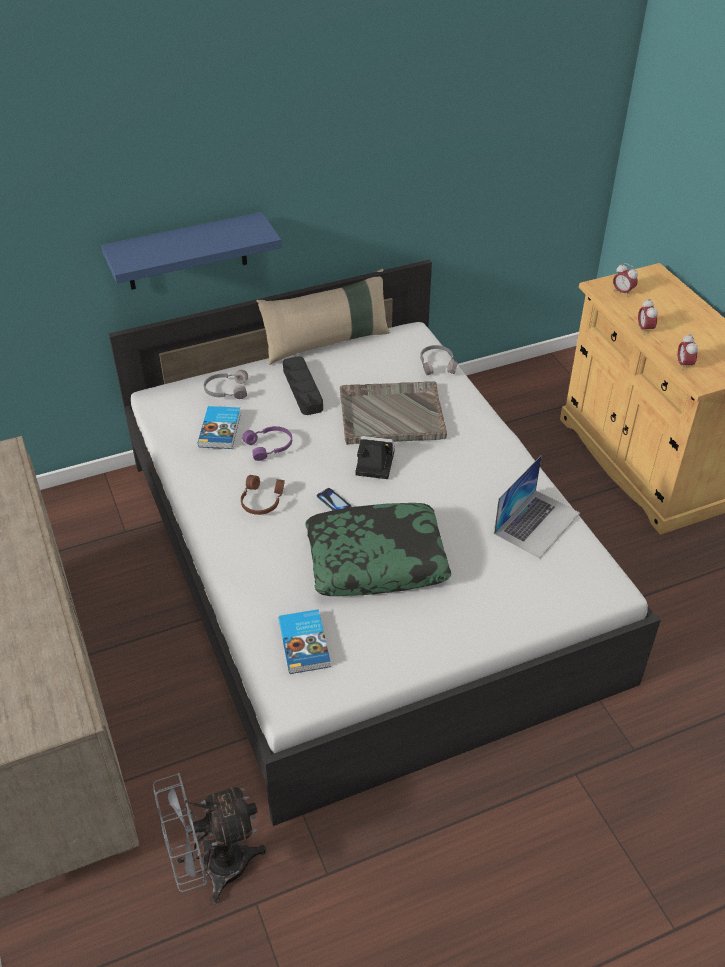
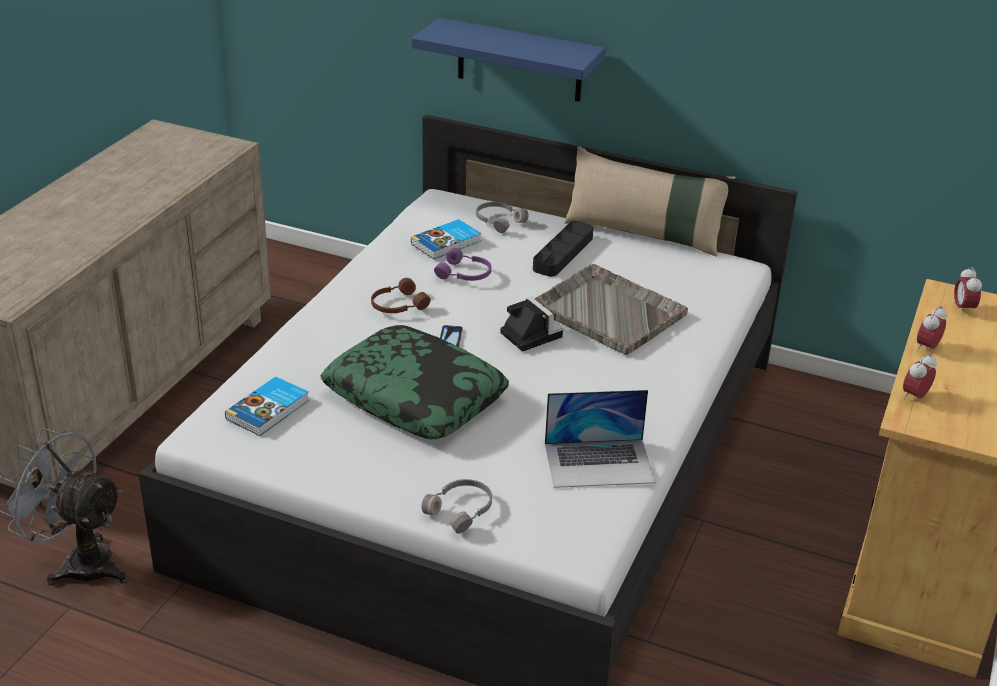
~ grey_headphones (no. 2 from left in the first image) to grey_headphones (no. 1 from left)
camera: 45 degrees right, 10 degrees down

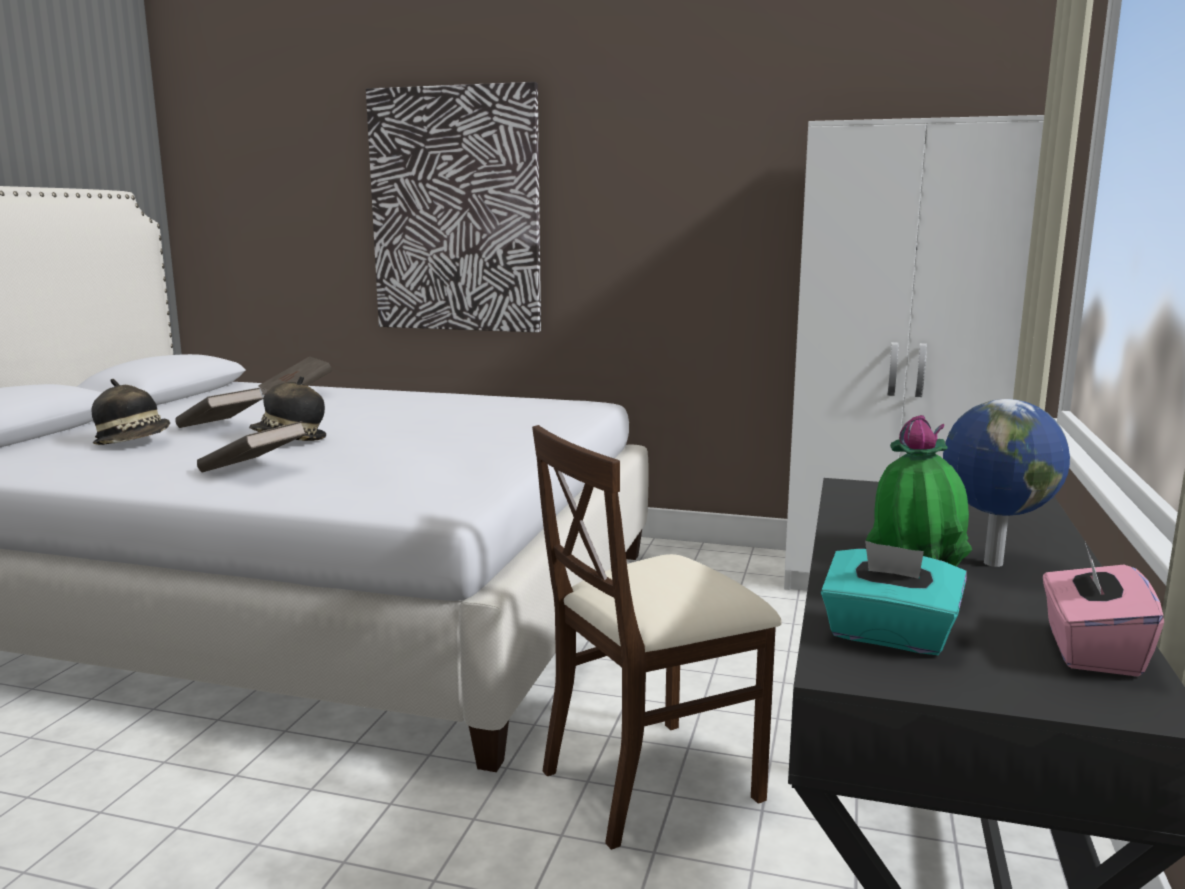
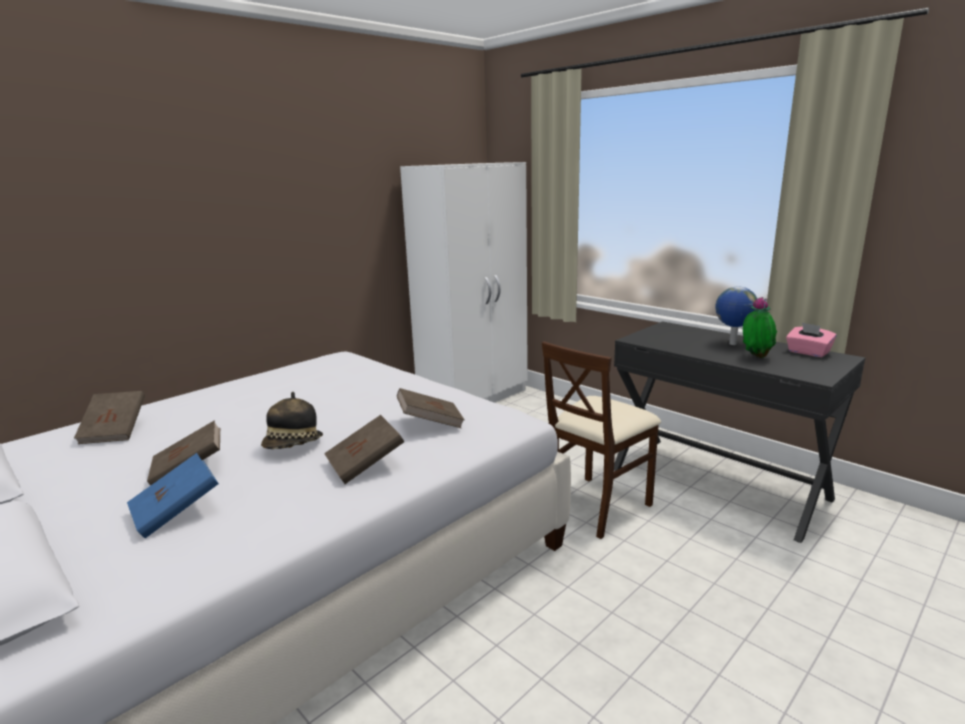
- picture
- turquoise_tissue_box
+ brown_book (no. 4 from left)
~ hat (no. 1 from left) to blue_book
~ beige_chair 45 degrees clockwise
camera: 60 degrees left, 5 degrees up

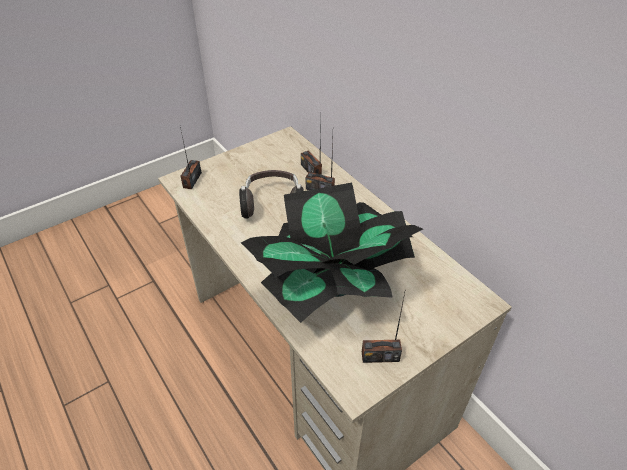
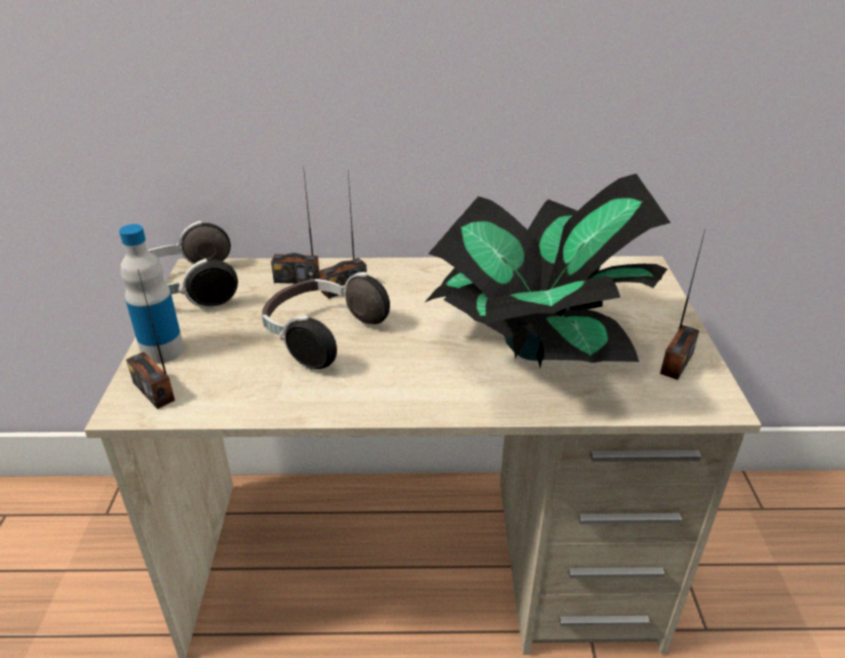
+ bottle
+ headphones (no. 1 from left)
camera: 55 degrees left, 10 degrees down

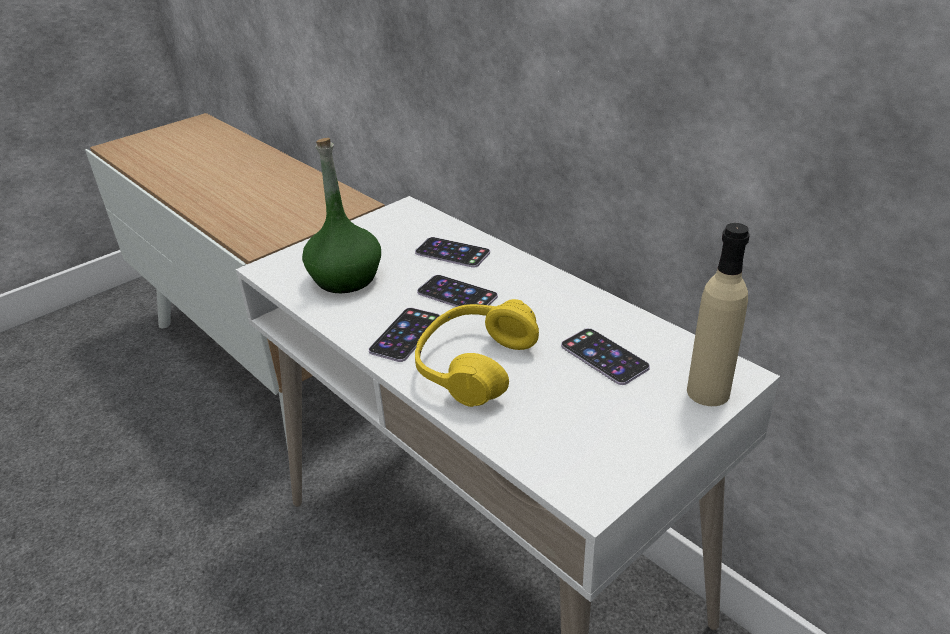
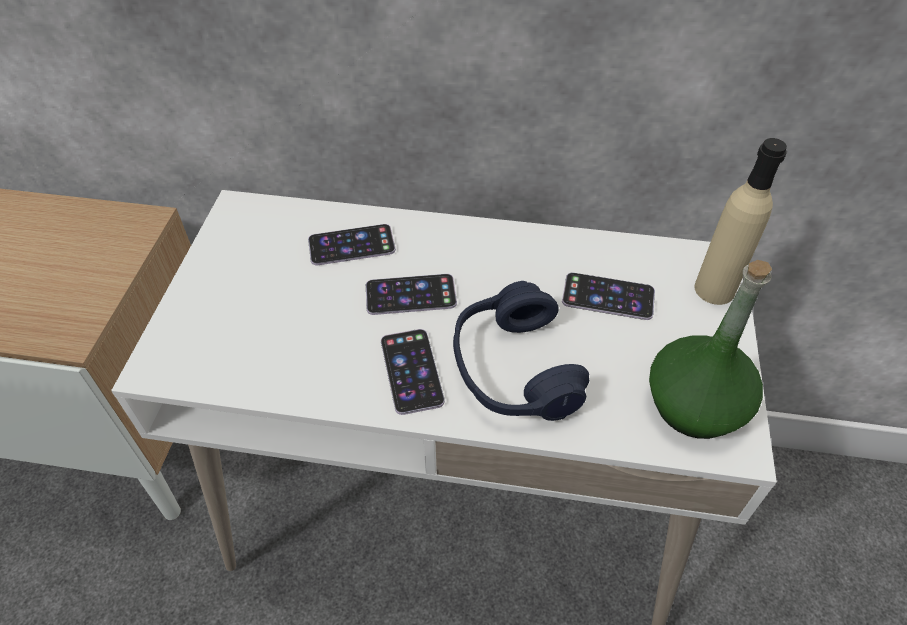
~ green_bottle
~ yellow_headphones to blue_headphones
camera: 40 degrees left, 15 degrees up

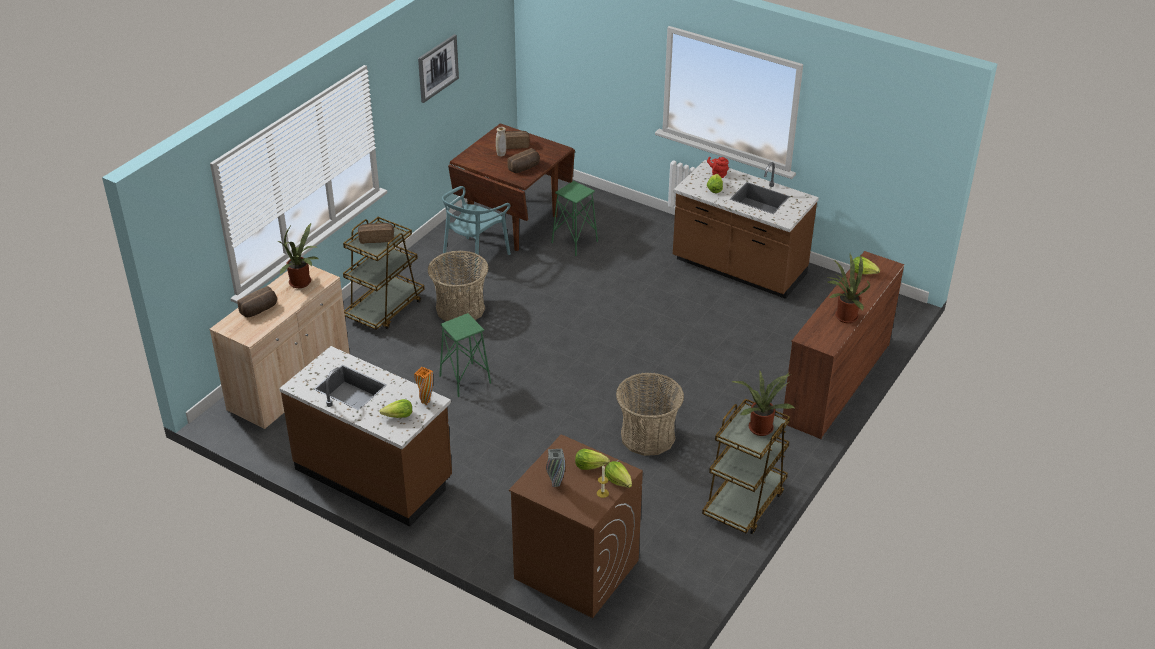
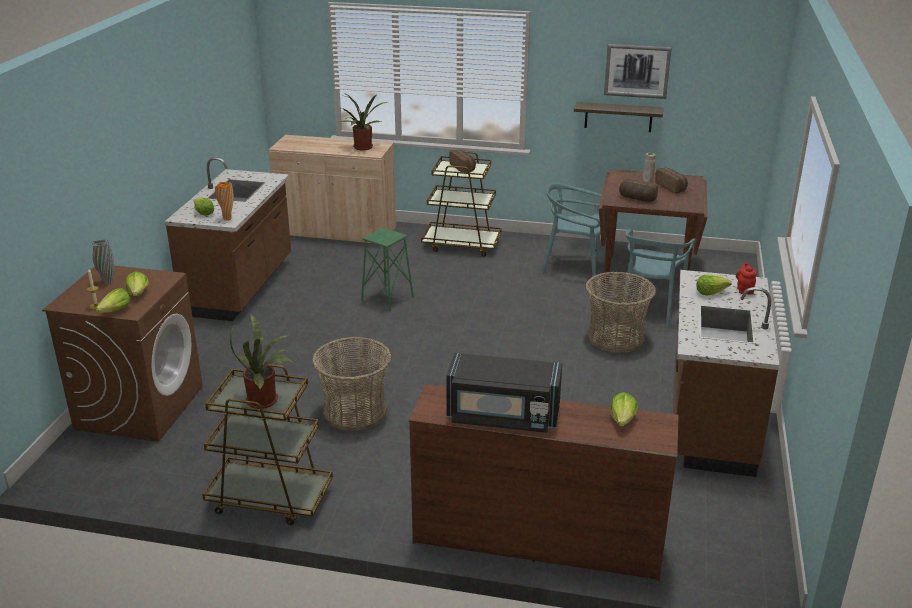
- bread (no. 1 from left)
+ shelf
~ basket (no. 1 from left in the first image) to basket (no. 2 from left)
~ green_stool (no. 2 from left) to turquoise_chair (no. 2 from left)
~ potted_plant (no. 3 from left) to black_microwave
camera: 70 degrees right, 10 degrees down

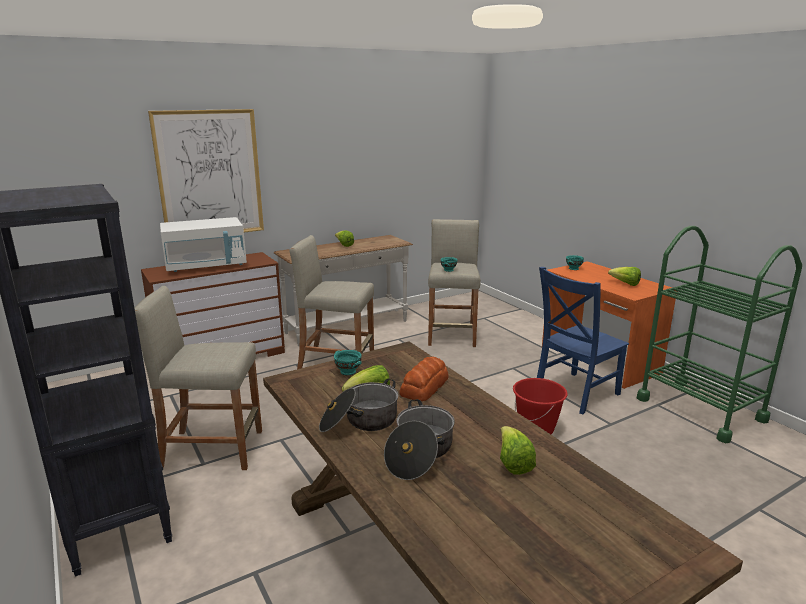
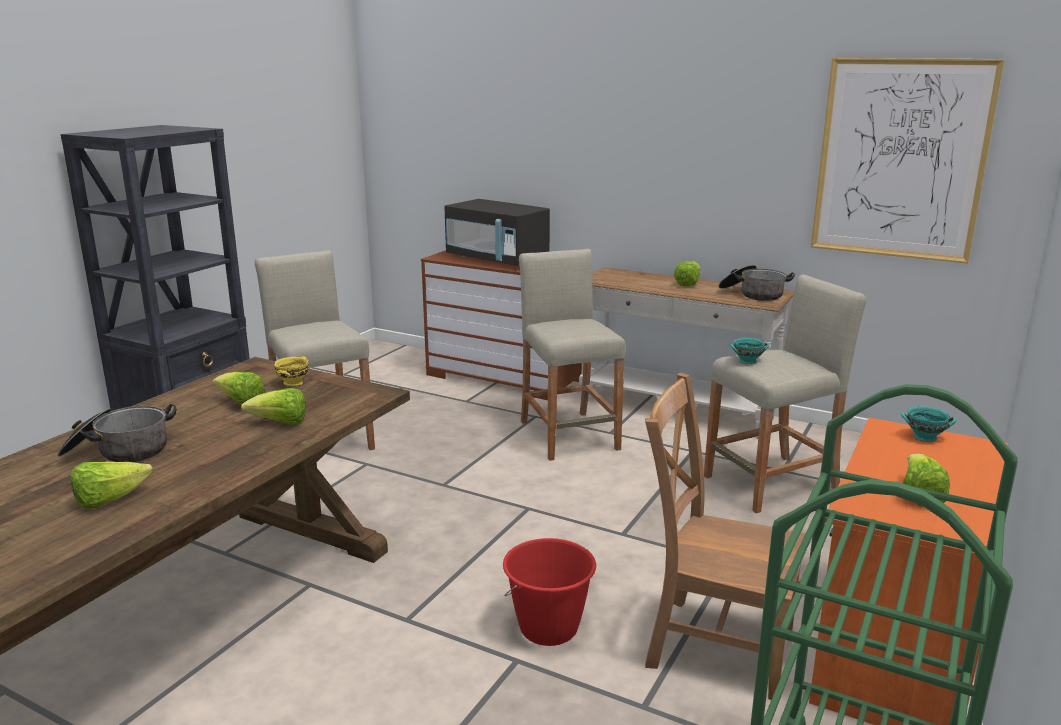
~ picture
~ cooking_pot (no. 1 from left in the first image) to cooking_pot (no. 2 from left)
~ bread to lettuce (no. 3 from left)
~ white_microwave to black_microwave
~ turquoise_bowl (no. 1 from left) to yellow_bowl
~ blue_chair to brown_chair
camera: 60 degrees right, 0 degrees up

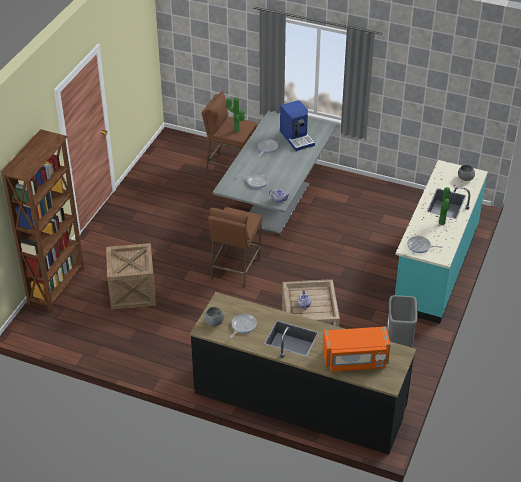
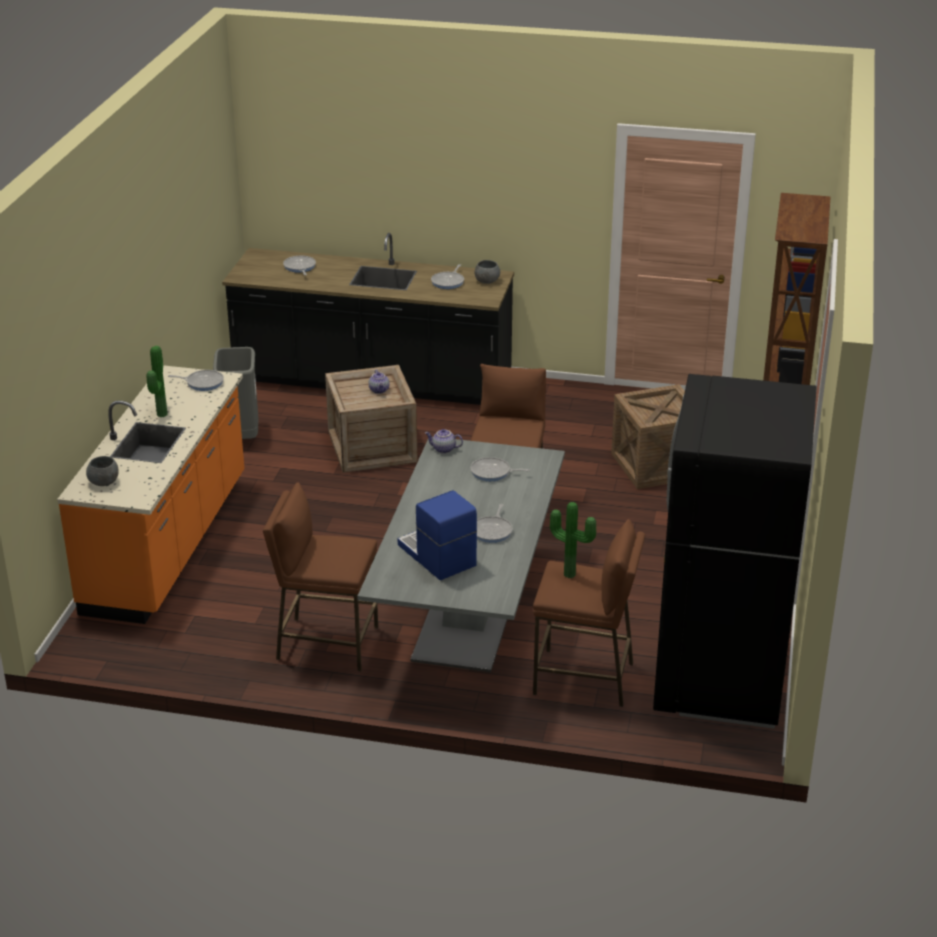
+ brown_stool (no. 1 from left)
+ black_fridge
~ orange_microwave to frying_pan (no. 2 from left)
~ turquoise_counter to orange_counter
camera: 170 degrees right, 10 degrees down

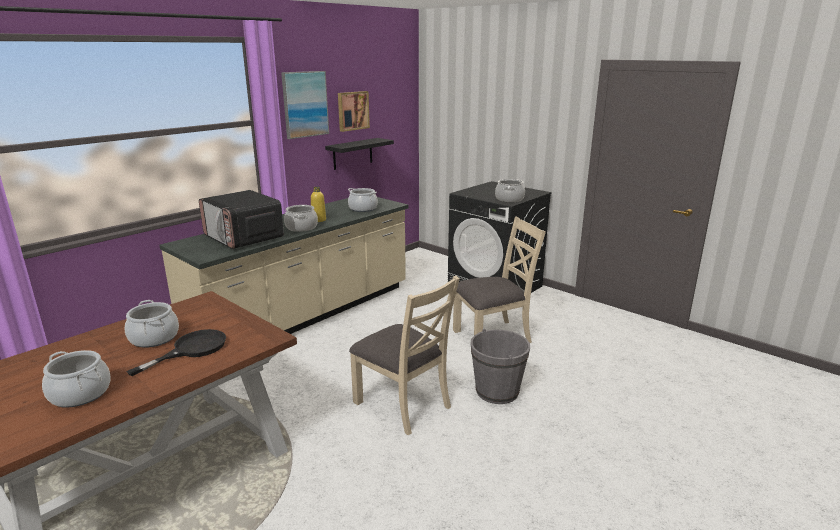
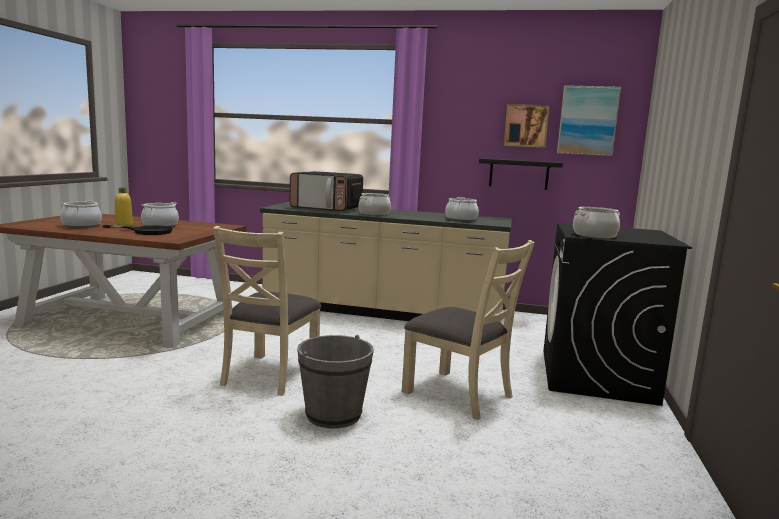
~ picture (no. 1 from left in the first image) to picture (no. 2 from left)
~ yellow_bottle
~ microwave 90 degrees counterclockwise
camera: 60 degrees right, 10 degrees down

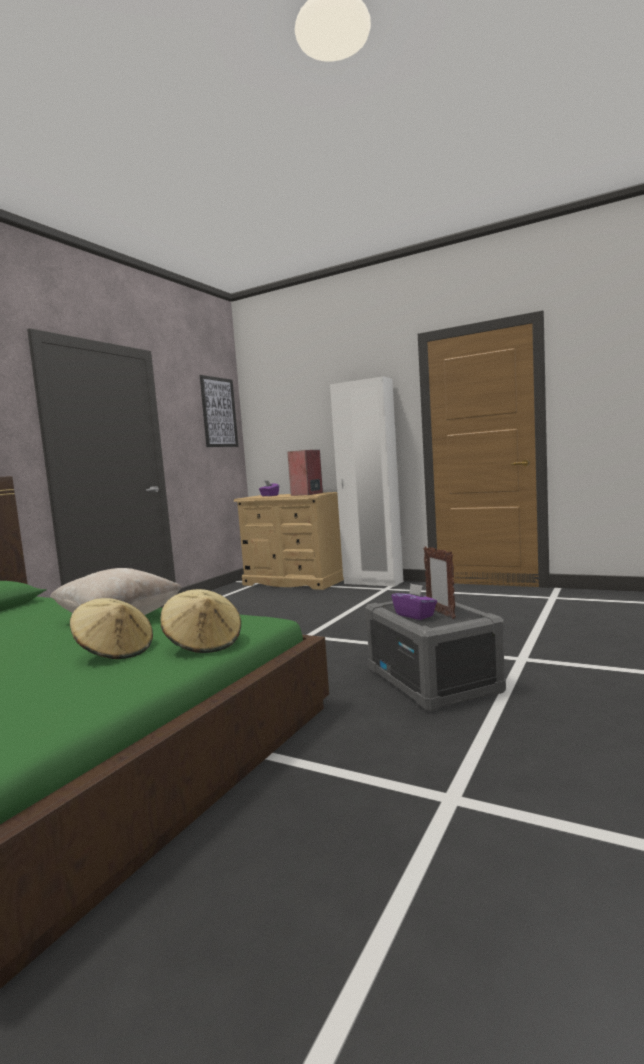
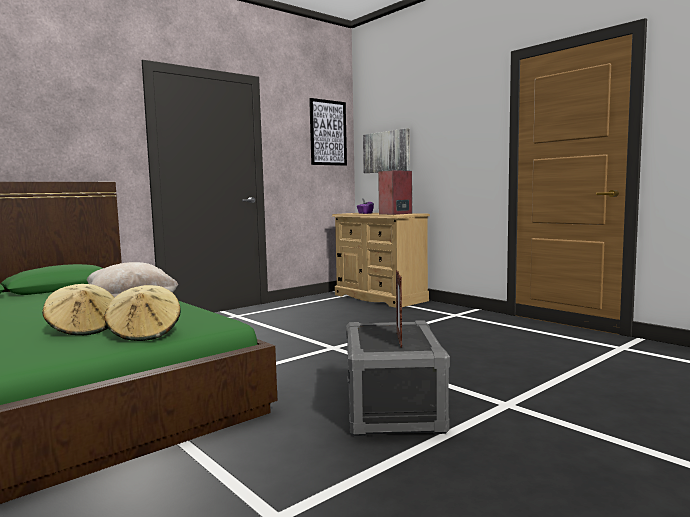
- white_wardrobe
- purple_tissue_box (no. 2 from left)
+ picture (no. 2 from left)
camera: 20 degrees right, 0 degrees up

